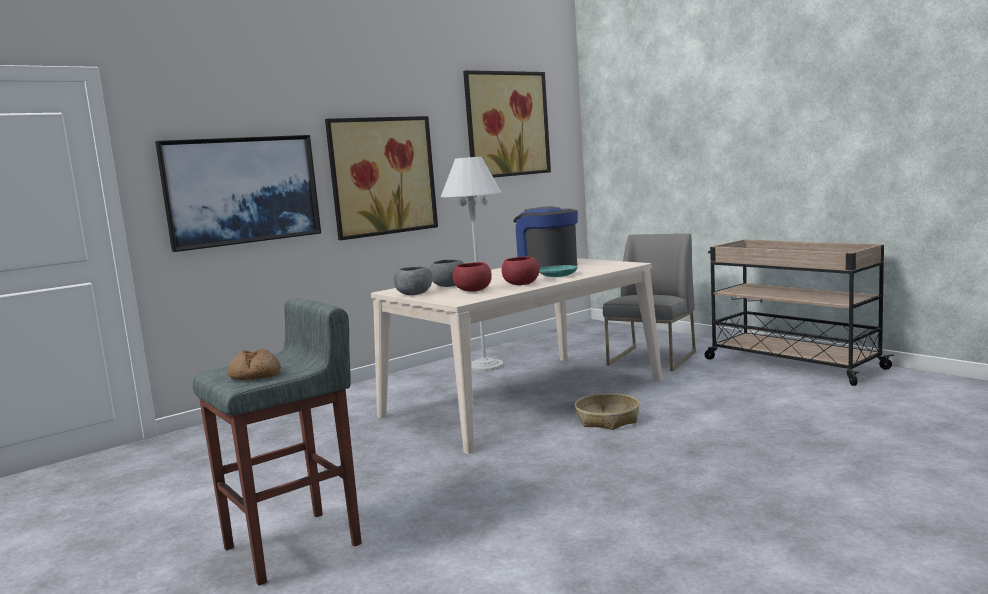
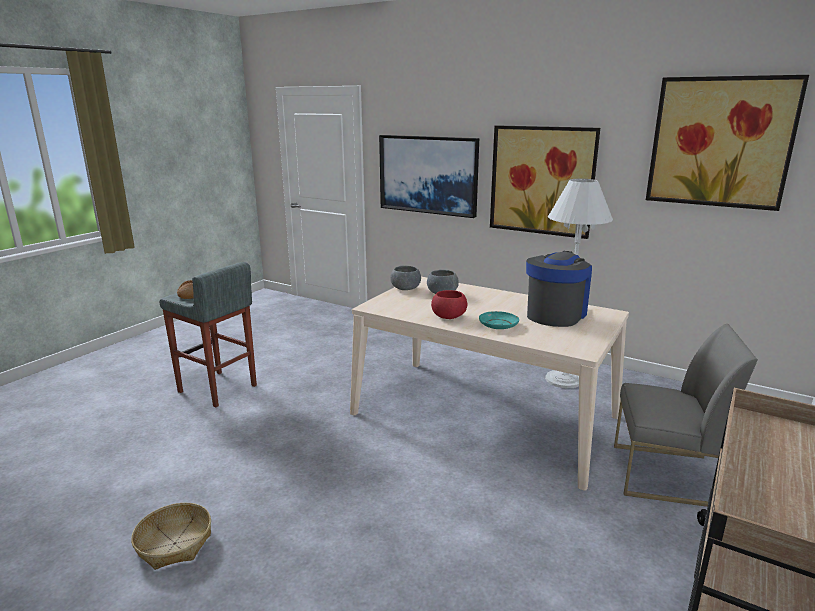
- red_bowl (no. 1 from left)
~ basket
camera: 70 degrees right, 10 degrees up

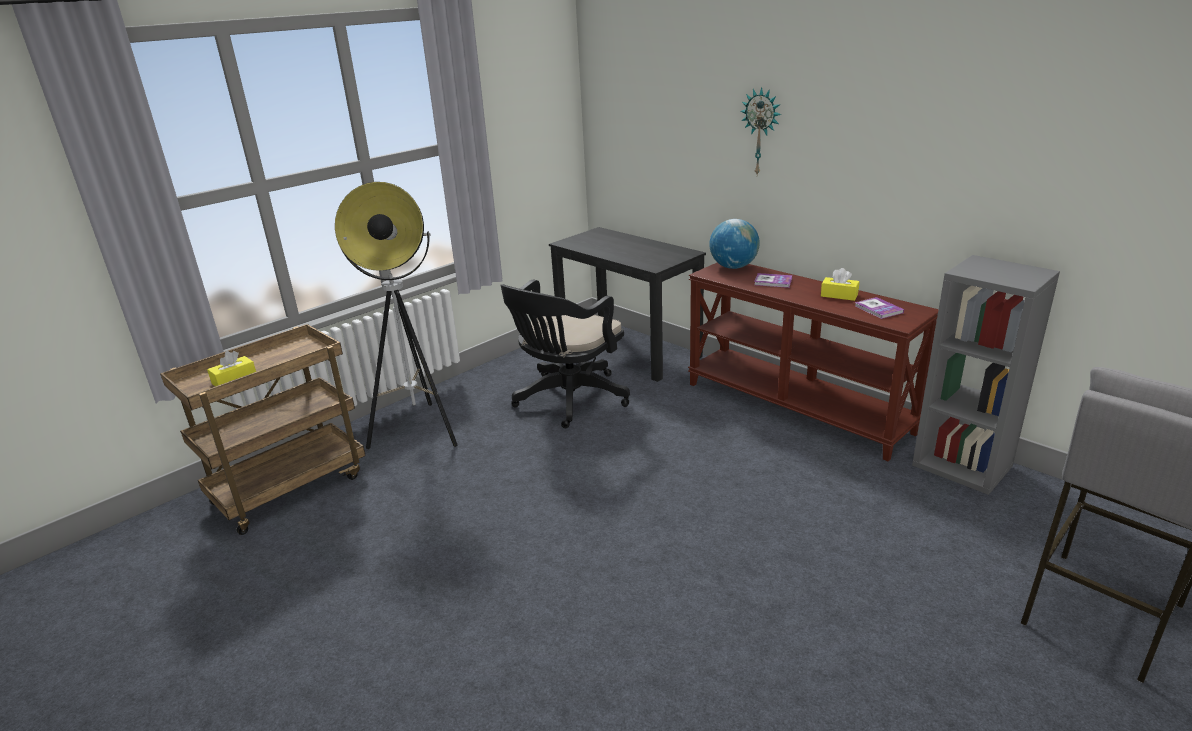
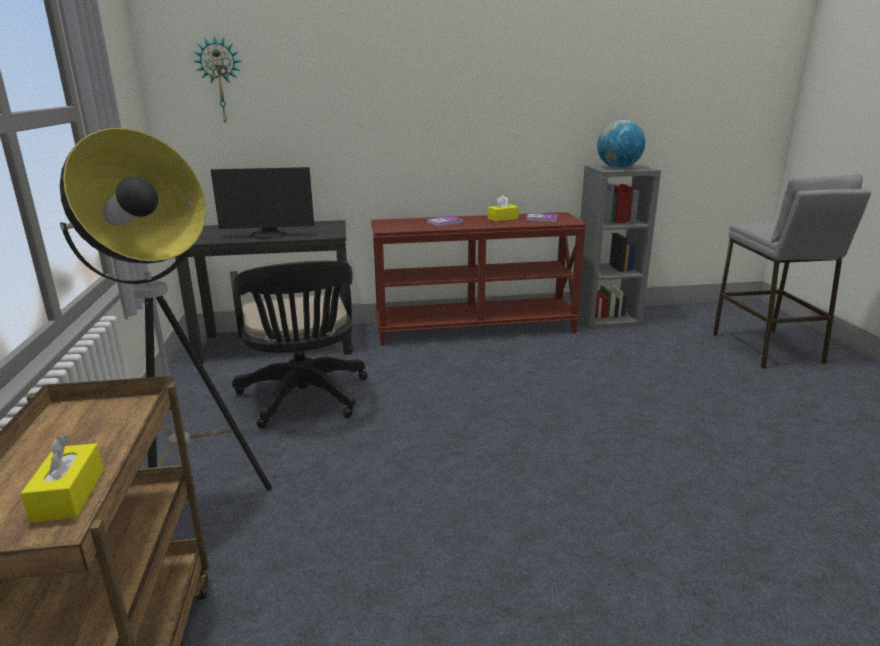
+ monitor
~ globe
~ wall_clock
camera: 55 degrees left, 5 degrees down

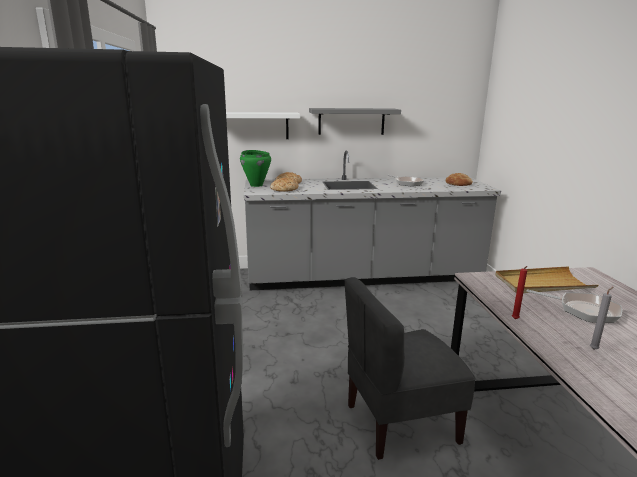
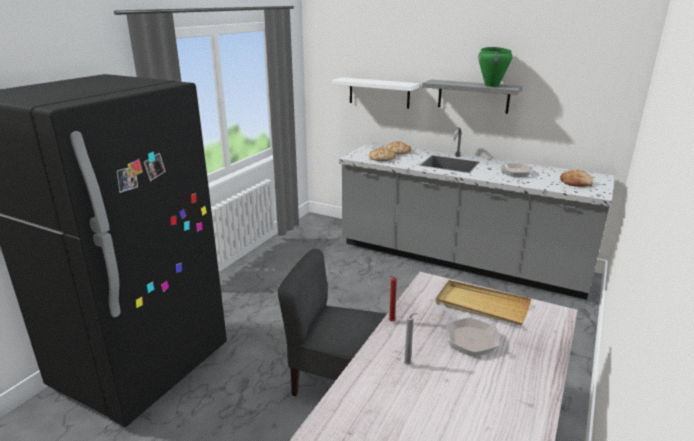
~ green_cooking_pot
camera: 35 degrees right, 5 degrees up

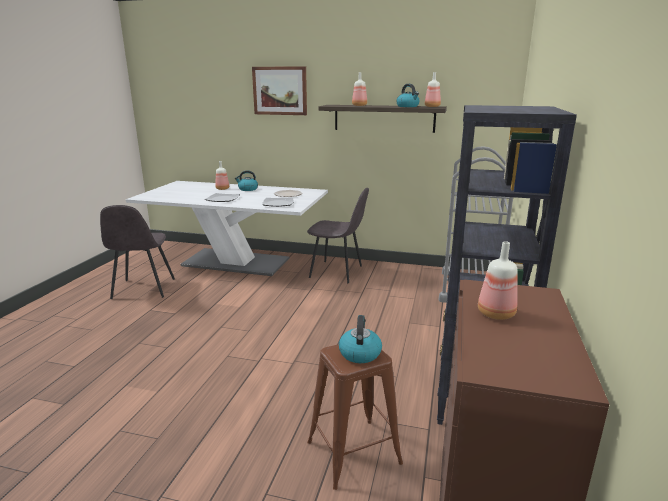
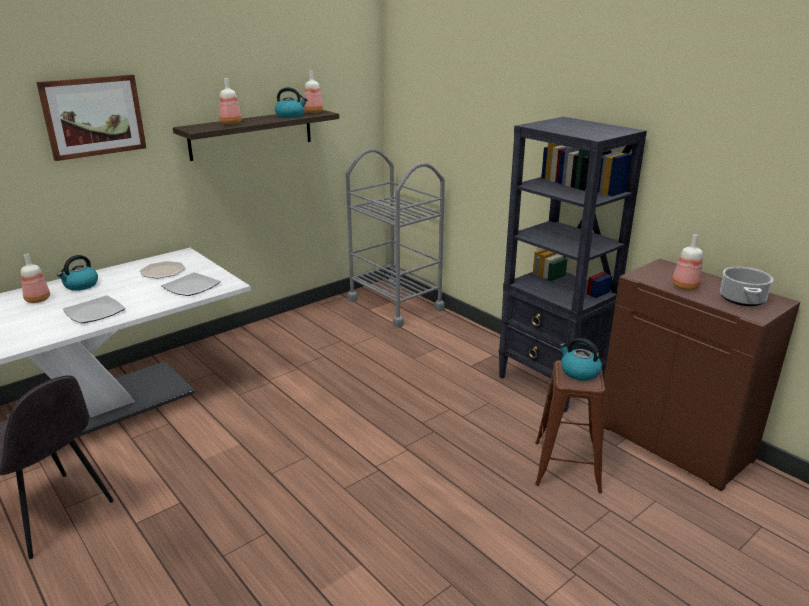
- grey_chair (no. 2 from left)
+ cooking_pot
camera: 55 degrees left, 5 degrees up

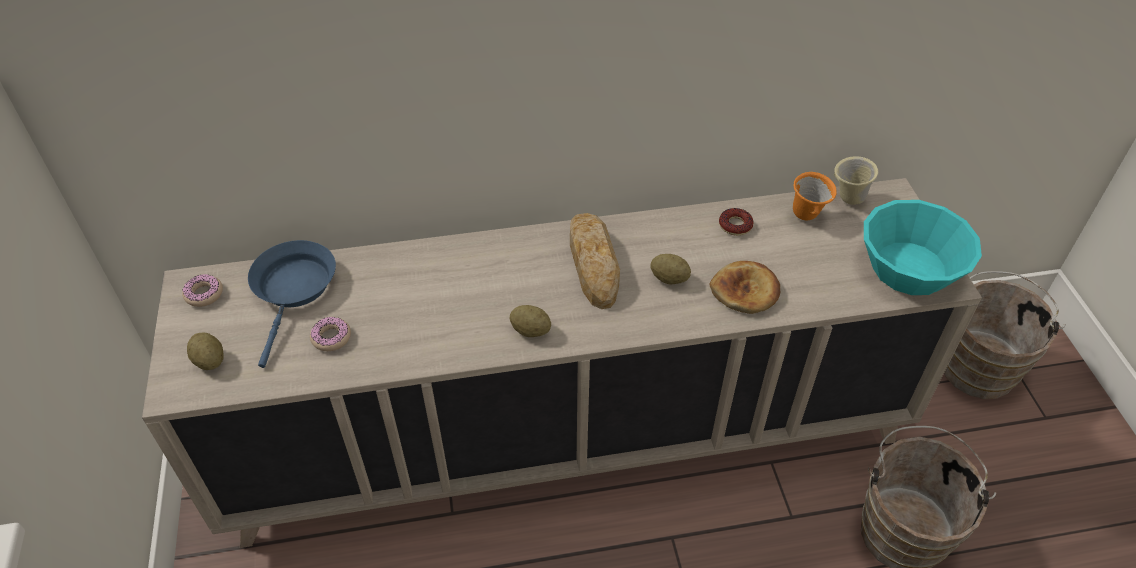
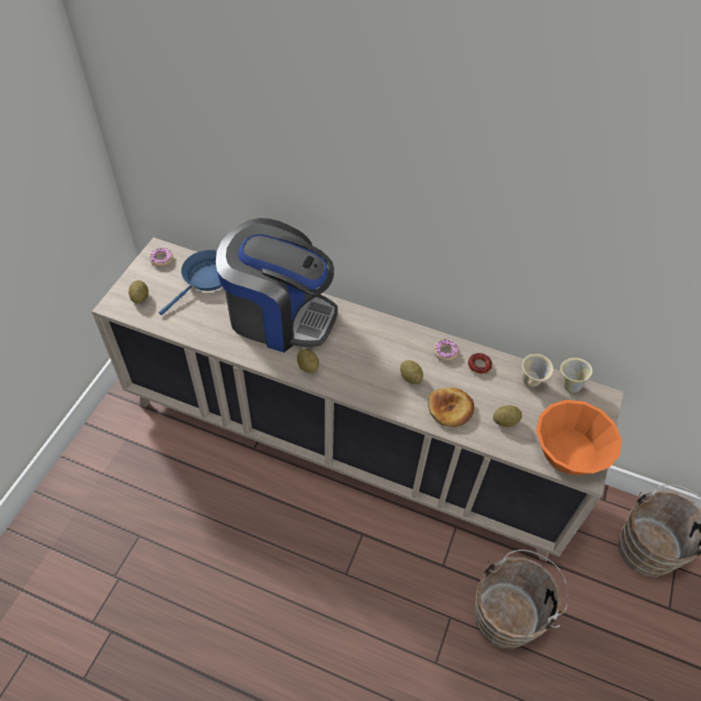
- bread (no. 1 from left)
+ coffee_machine
+ potato (no. 4 from left)
~ donut (no. 2 from left)
~ orange_mug to beige_mug (no. 1 from left)
~ turquoise_bowl to orange_bowl
camera: 30 degrees right, 5 degrees up

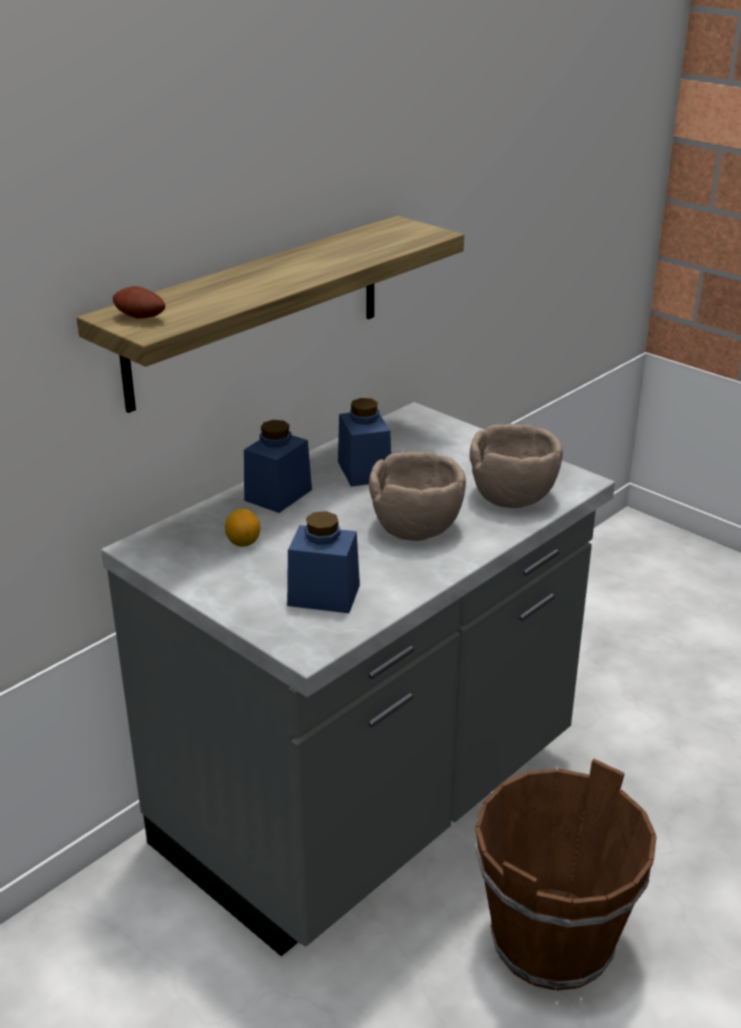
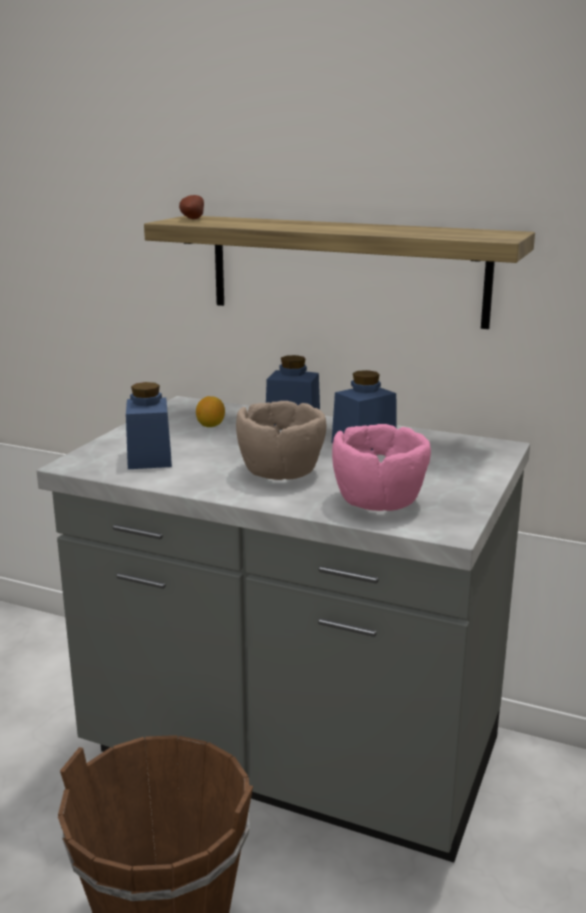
~ brown_bowl (no. 2 from left) to pink_bowl
camera: 70 degrees right, 10 degrees down

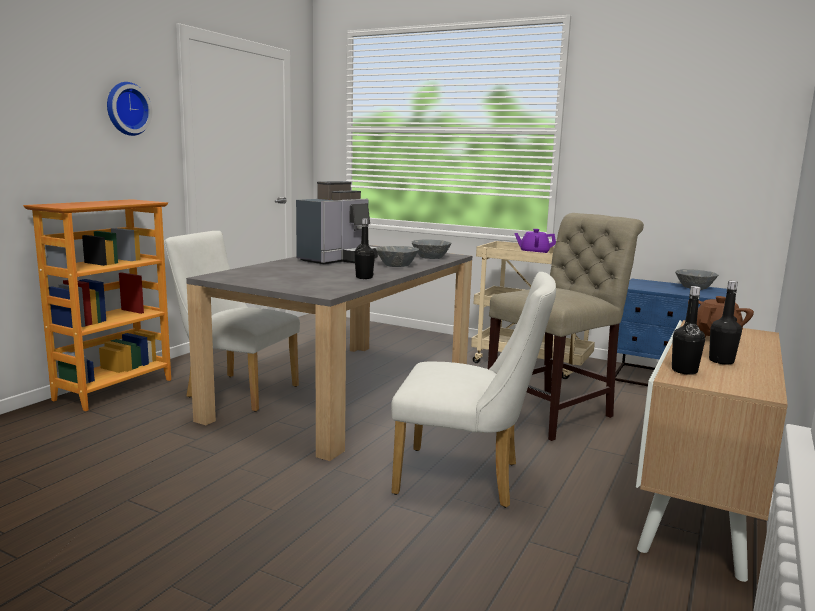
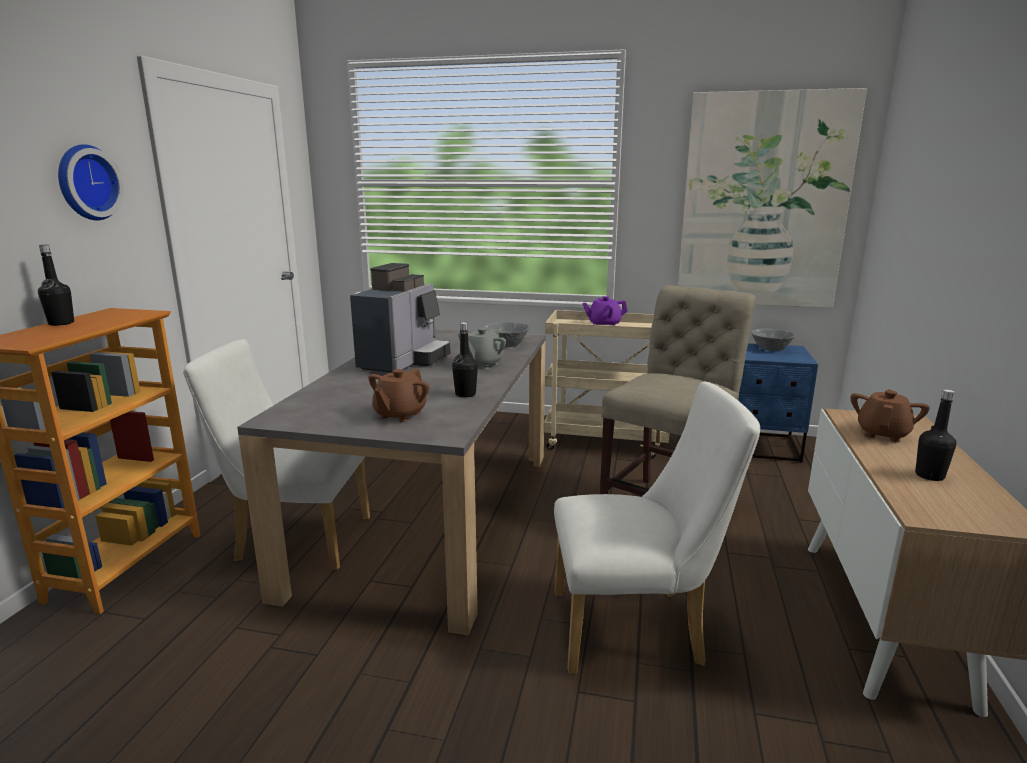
+ brown_teapot (no. 1 from left)
+ picture
~ black_bottle (no. 2 from left in the first image) to black_bottle (no. 1 from left)
~ grey_bowl (no. 1 from left) to grey_teapot
camera: 15 degrees left, 5 degrees up

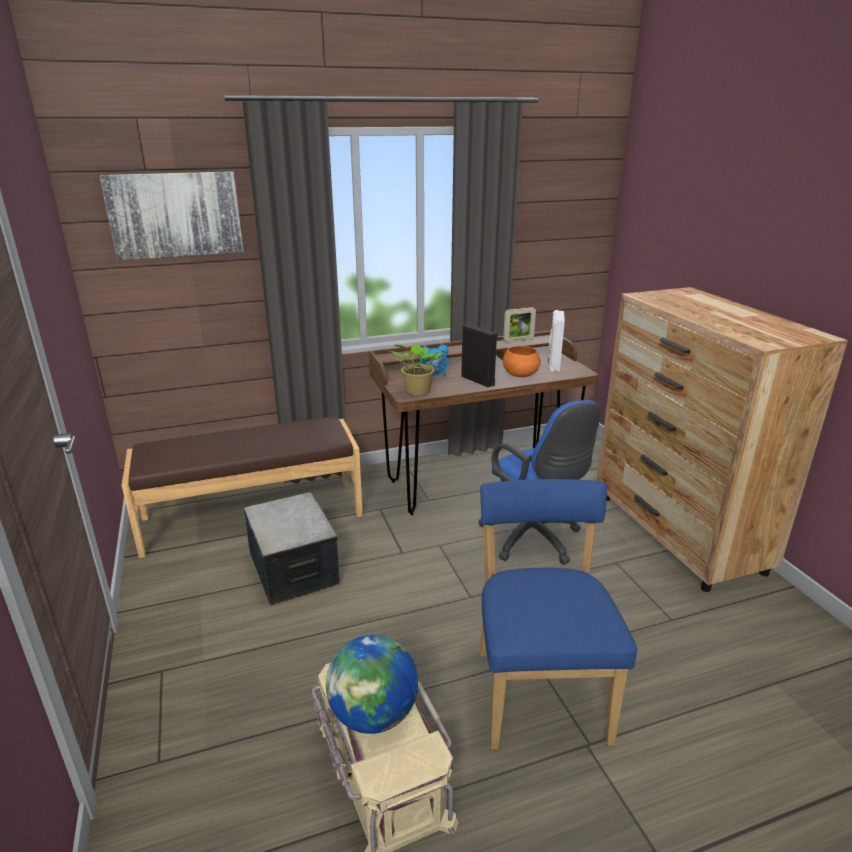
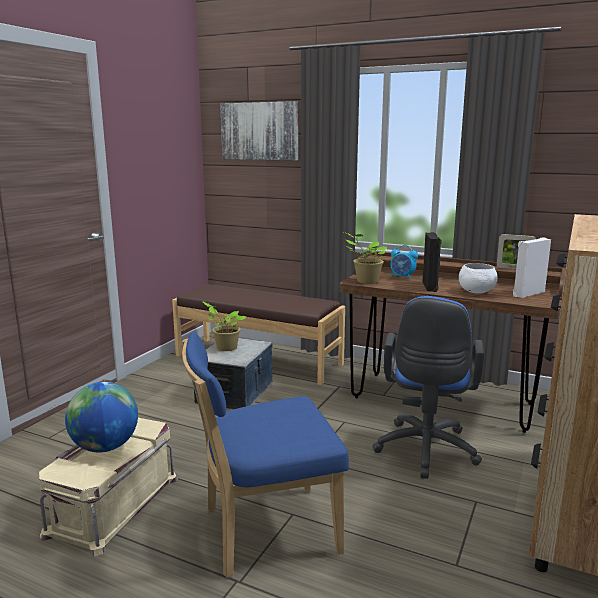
+ potted_plant (no. 1 from left)
~ orange_bowl to white_bowl
~ blue_chair 150 degrees counterclockwise
camera: 45 degrees right, 10 degrees down

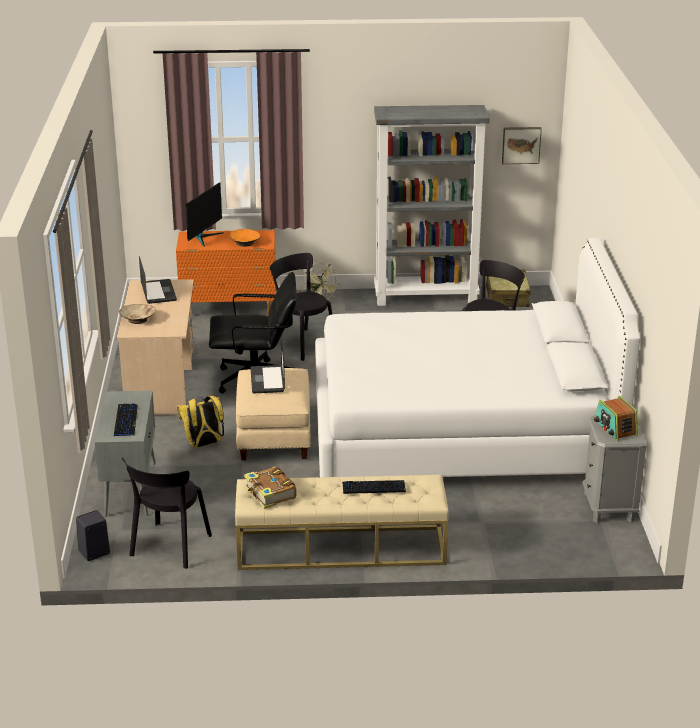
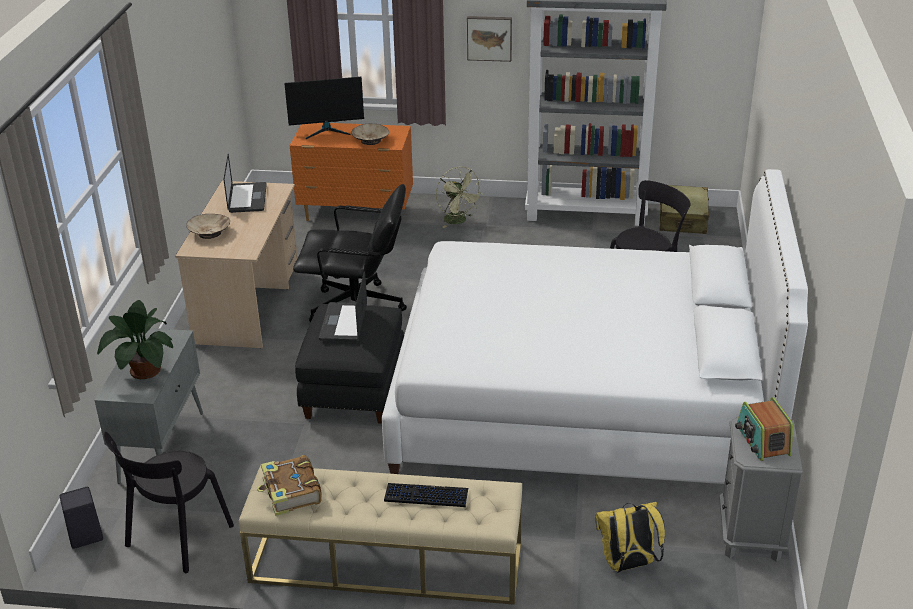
- black_chair (no. 2 from left)
~ yellow_backpack
~ picture
~ keyboard (no. 1 from left) to potted_plant
~ orange_bowl to beige_bowl (no. 2 from left)
~ beige_ottoman to black_ottoman
~ monitor 45 degrees clockwise
camera: 10 degrees right, 5 degrees up

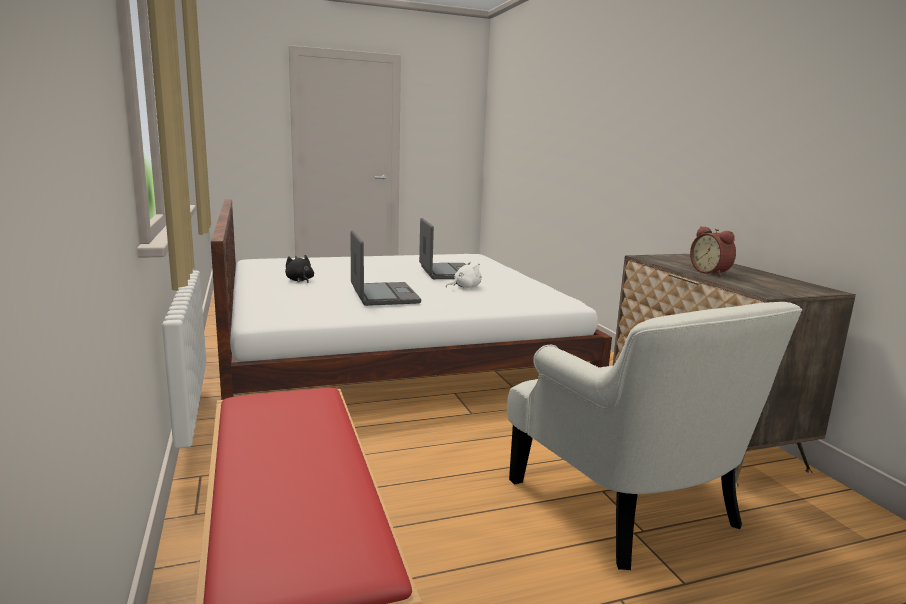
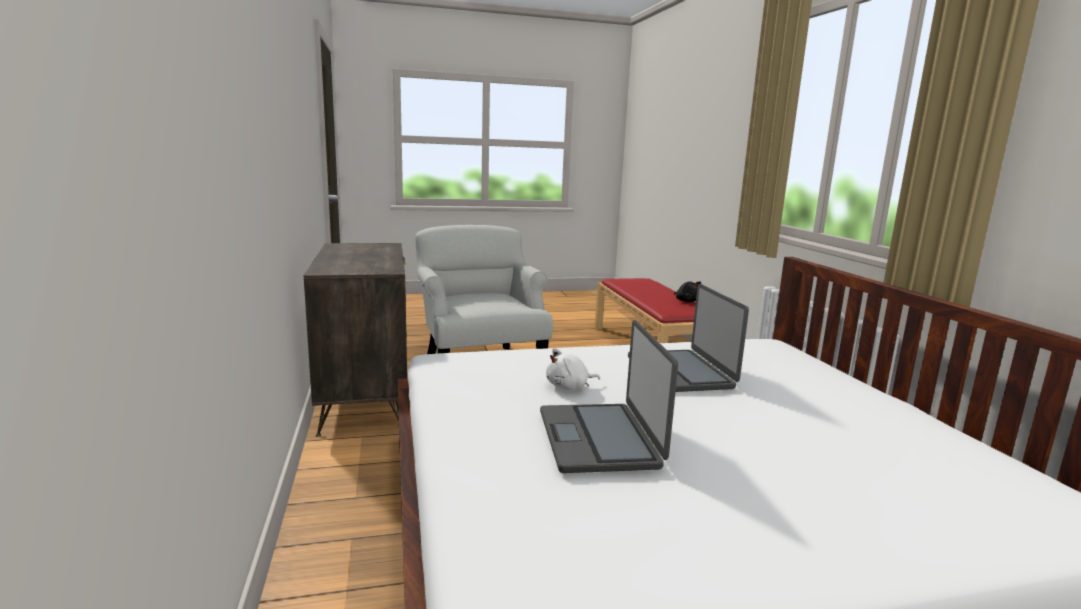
- alarm_clock
~ black_plush_toy
camera: 175 degrees left, 0 degrees up

